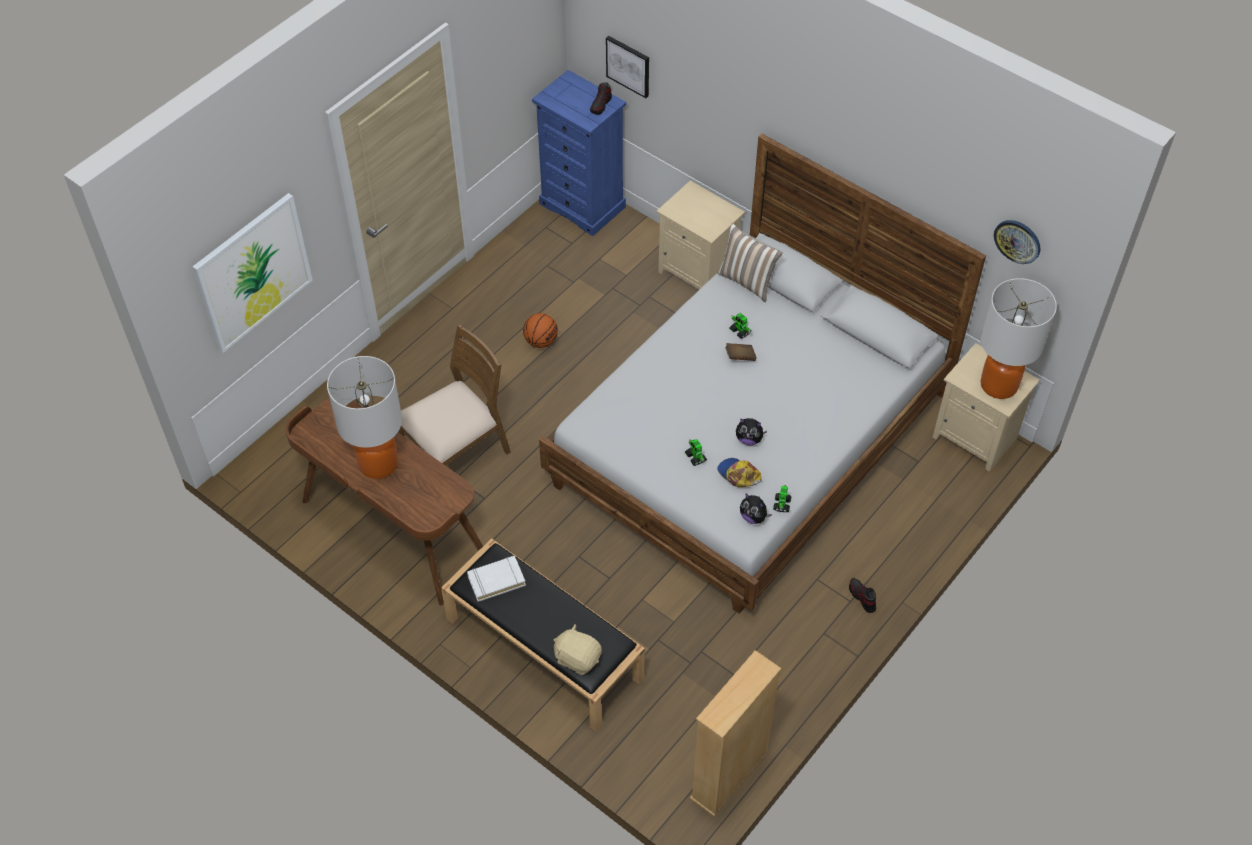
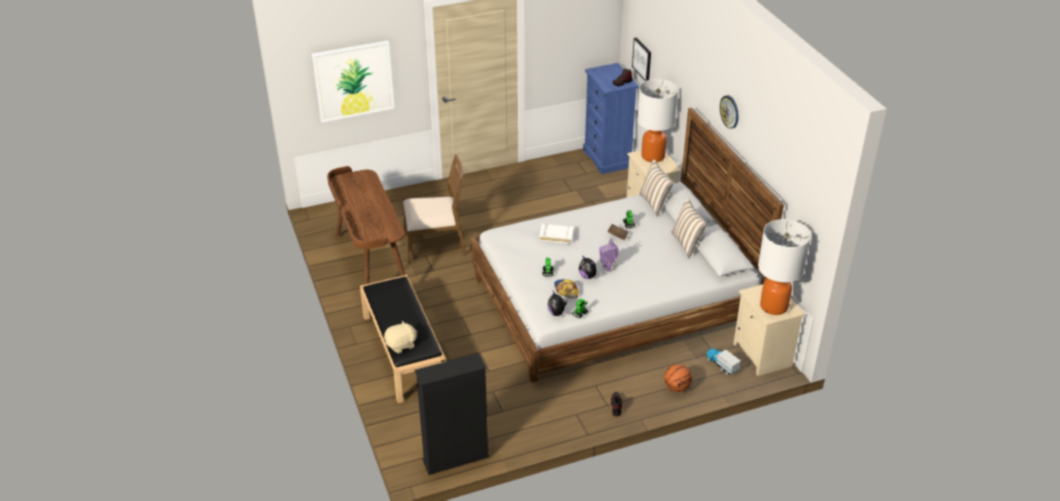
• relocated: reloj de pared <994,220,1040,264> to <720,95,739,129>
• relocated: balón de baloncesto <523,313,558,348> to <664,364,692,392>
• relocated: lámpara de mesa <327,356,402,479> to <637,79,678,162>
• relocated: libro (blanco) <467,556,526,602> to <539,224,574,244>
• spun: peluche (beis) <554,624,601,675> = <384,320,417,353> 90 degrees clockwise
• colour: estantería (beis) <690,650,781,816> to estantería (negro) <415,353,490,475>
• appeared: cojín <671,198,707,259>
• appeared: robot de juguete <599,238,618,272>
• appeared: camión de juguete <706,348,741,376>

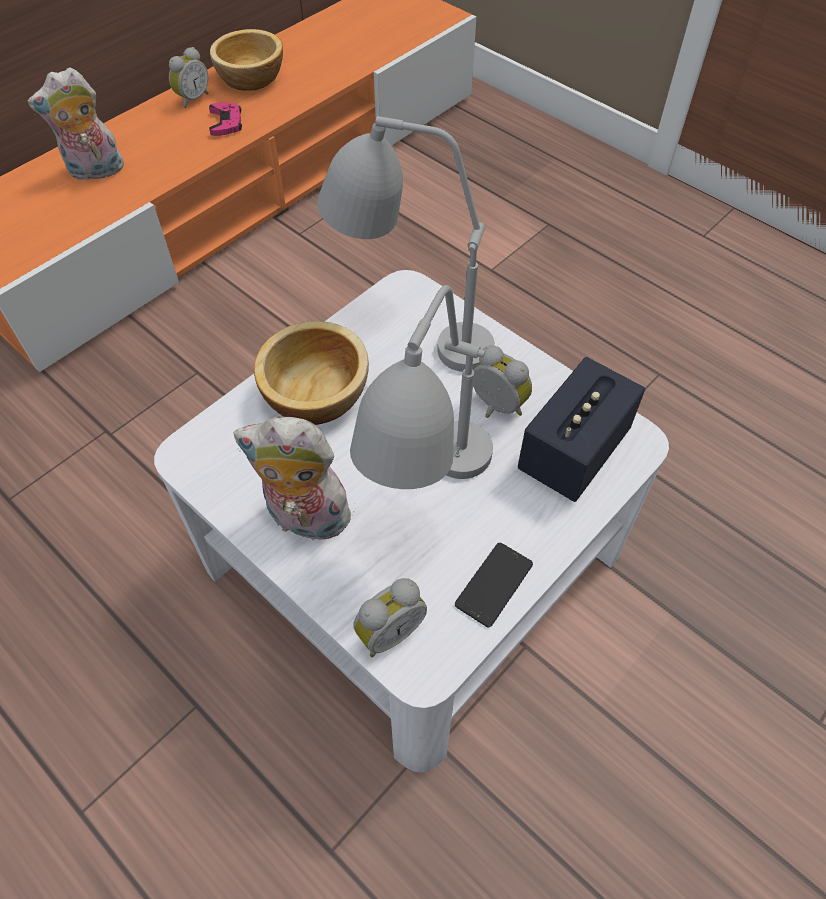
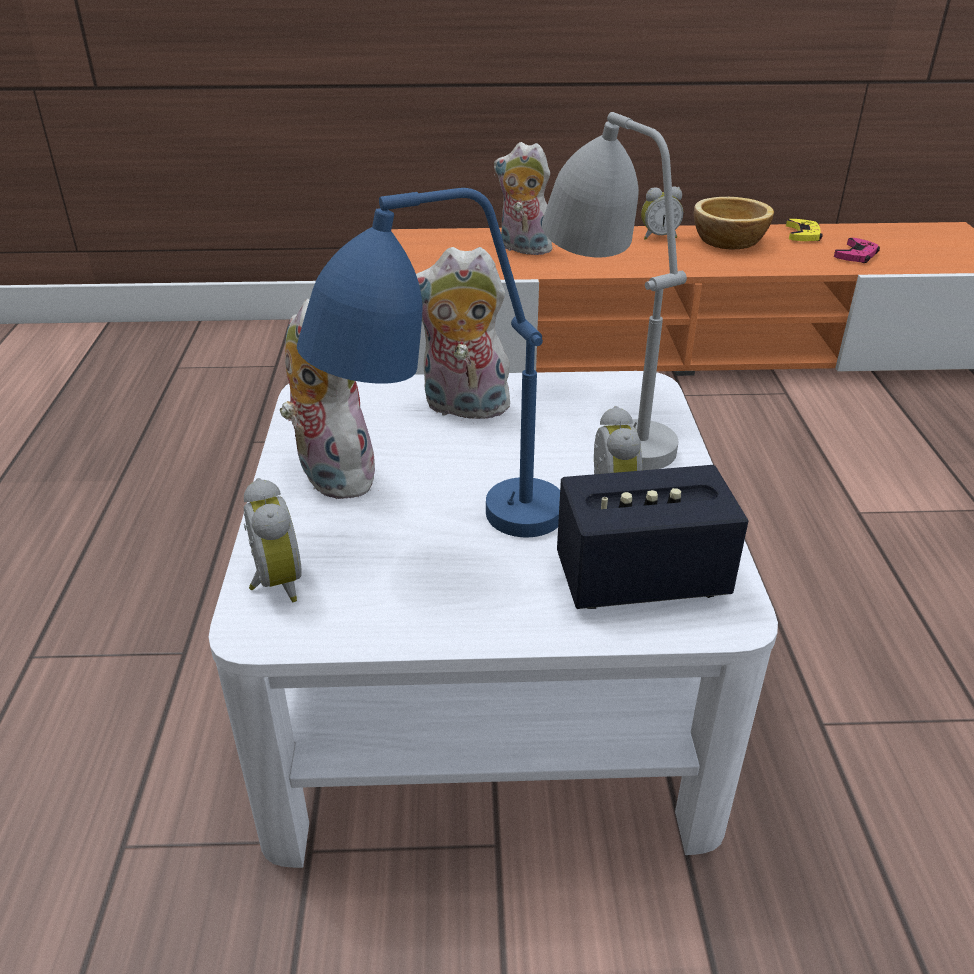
• relocated: mando de consola (rosa) <209,102,242,136> to <834,238,880,263>
• colour: lámpara de mesa (gris) <350,285,493,489> to lámpara de mesa (azul) <297,188,560,537>
• exchanged: cuenco <254,321,369,425> to peluche <416,247,513,419>
• missing: móvil <455,543,533,627>
• spun: despertador <353,578,427,657> = <244,478,302,602> 120 degrees counterclockwise
• appeared: mando de consola (amarillo) <786,219,823,241>

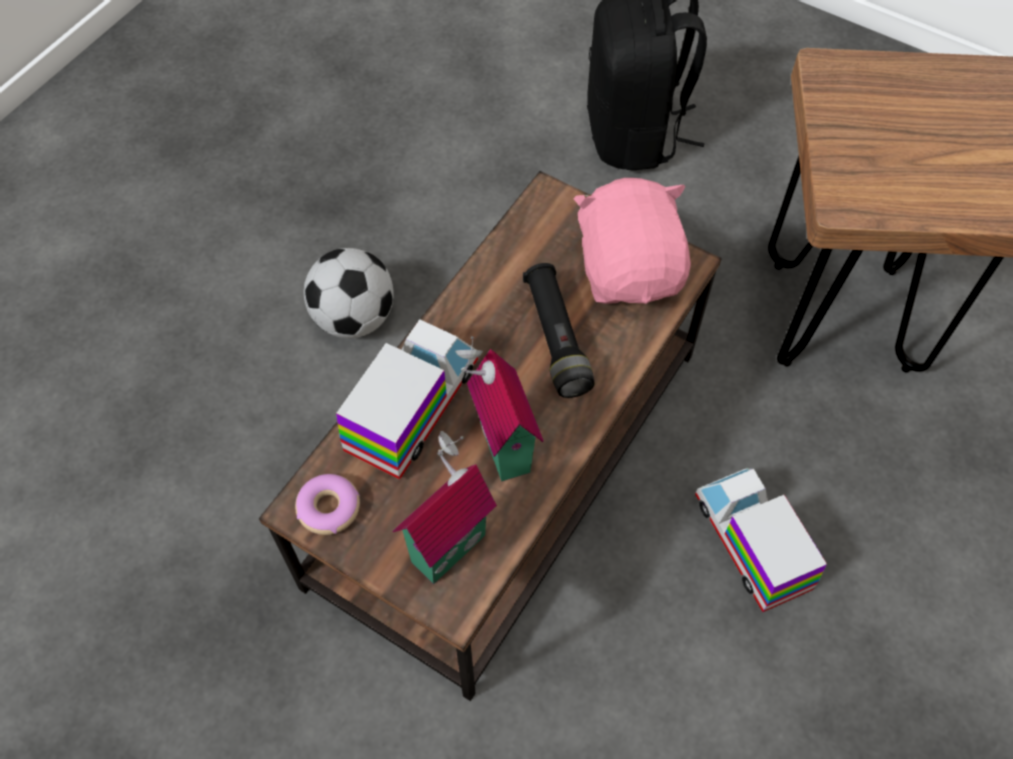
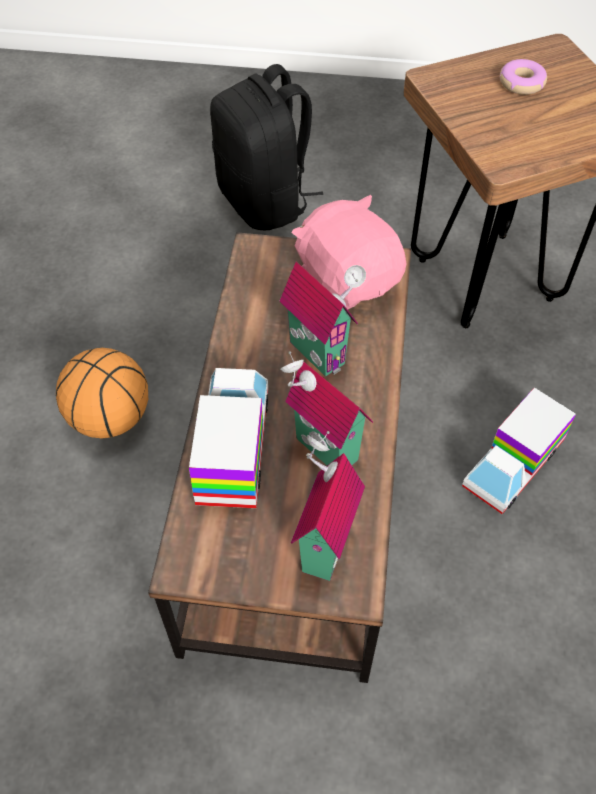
• exchanged: balón de fútbol <304,248,394,338> to balón de baloncesto <56,348,148,438>
• exchanged: linterna (negro) <523,263,594,398> to casita <280,262,366,377>
• spun: camión de juguete <695,468,827,612> = <462,388,576,514> 90 degrees counterclockwise
• relocated: rosquilla <295,474,360,535> to <500,59,547,95>

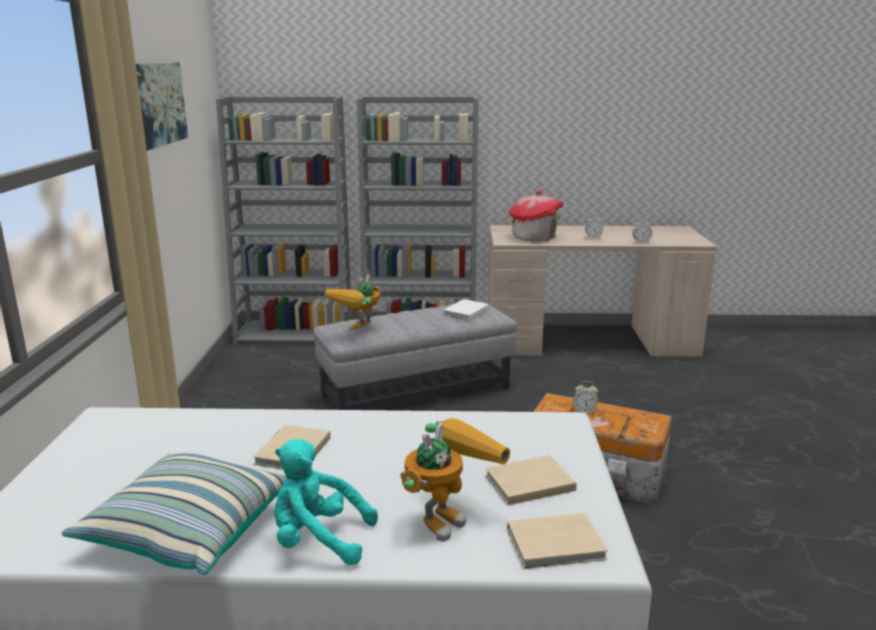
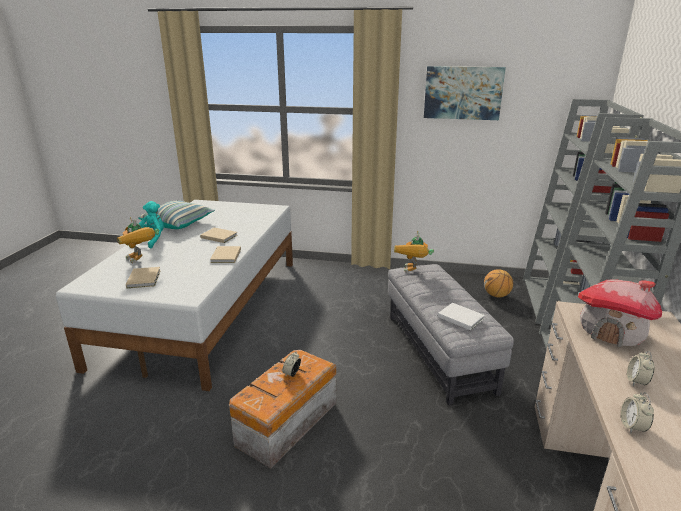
• spun: robot de juguete <325,275,381,331> = <394,231,434,273> 120 degrees counterclockwise
• relocated: libro (beis) <507,513,608,569> to <210,246,241,263>
• appeared: balón de baloncesto <484,269,513,297>

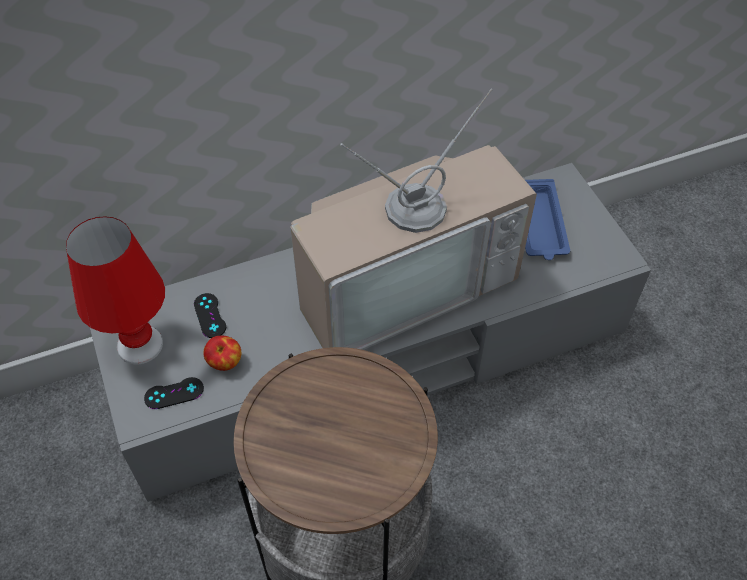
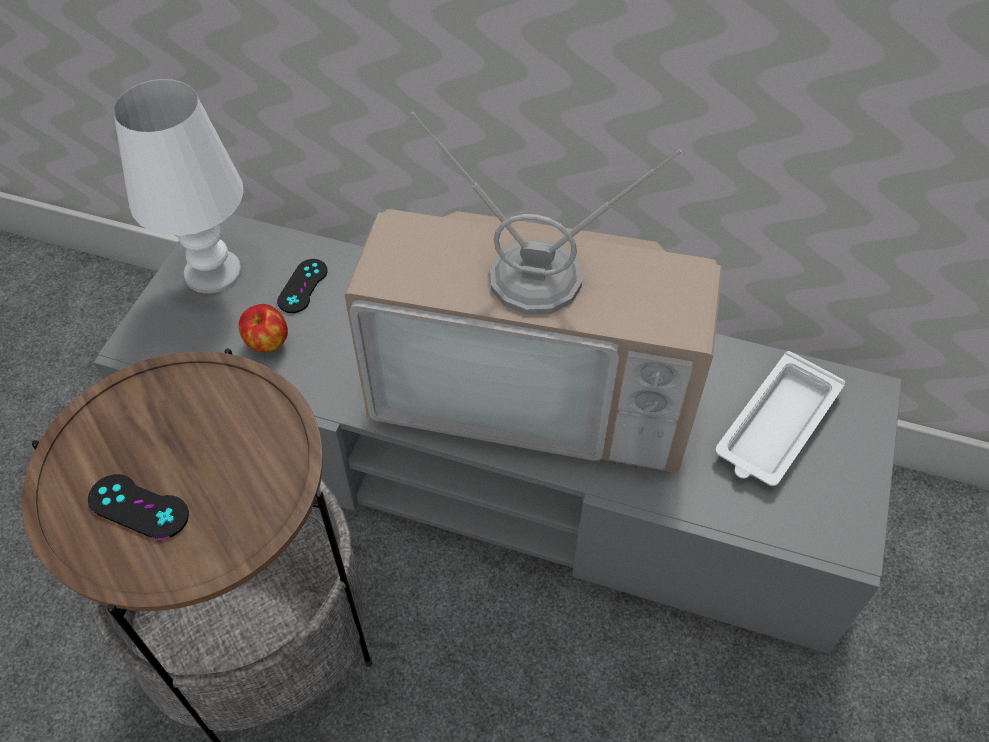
• colour: bandeja (azul) <525,179,570,260> to bandeja (blanco) <715,351,845,486>
• colour: lámpara de mesa (rojo) <66,216,165,364> to lámpara de mesa (blanco) <114,79,243,293>
• relocated: mando de consola (negro) <144,377,204,409> to <88,474,189,540>

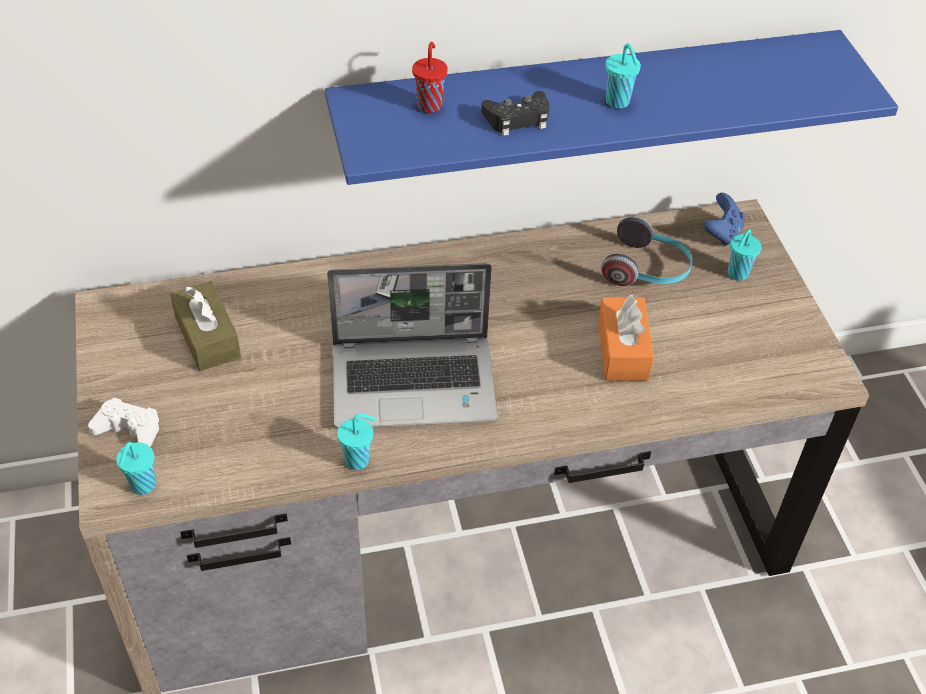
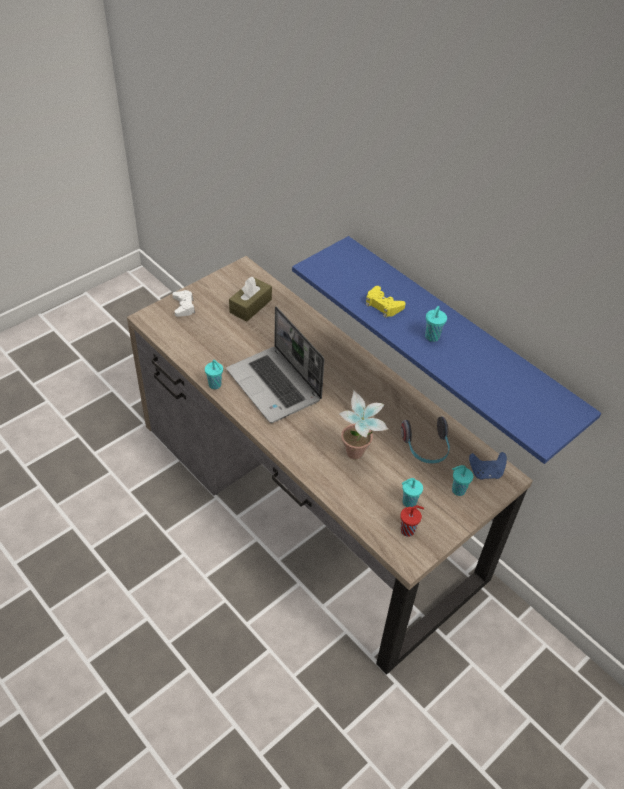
• relocated: taza (rojo) <412,42,448,113> to <400,505,424,537>
• colour: mando de consola (negro) <481,91,550,136> to mando de consola (amarillo) <366,286,406,318>
• exchanged: caja de pañuelos (naranja) <598,295,654,381> to planta en maceta <339,391,388,460>
• relocated: taza (turquesa) <116,442,156,495> to <402,478,423,507>

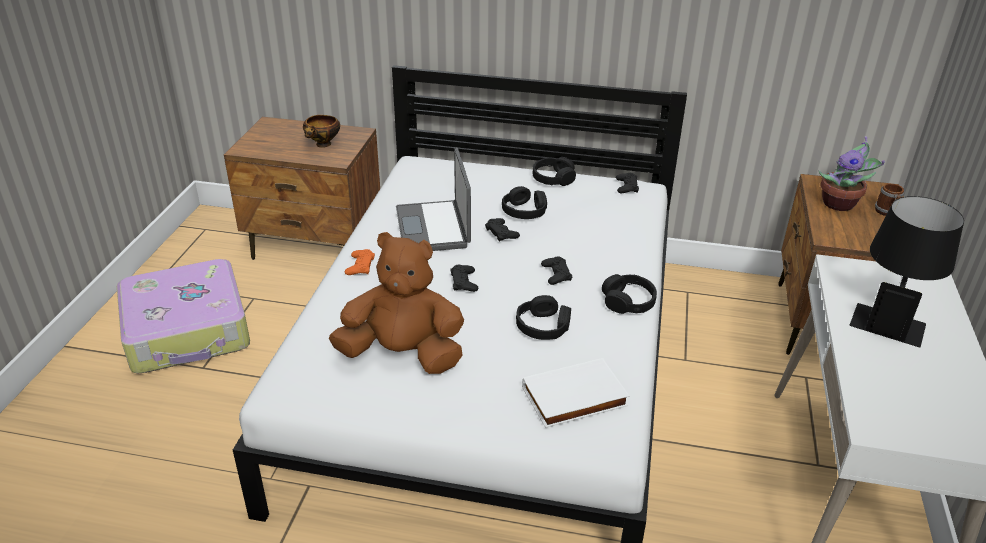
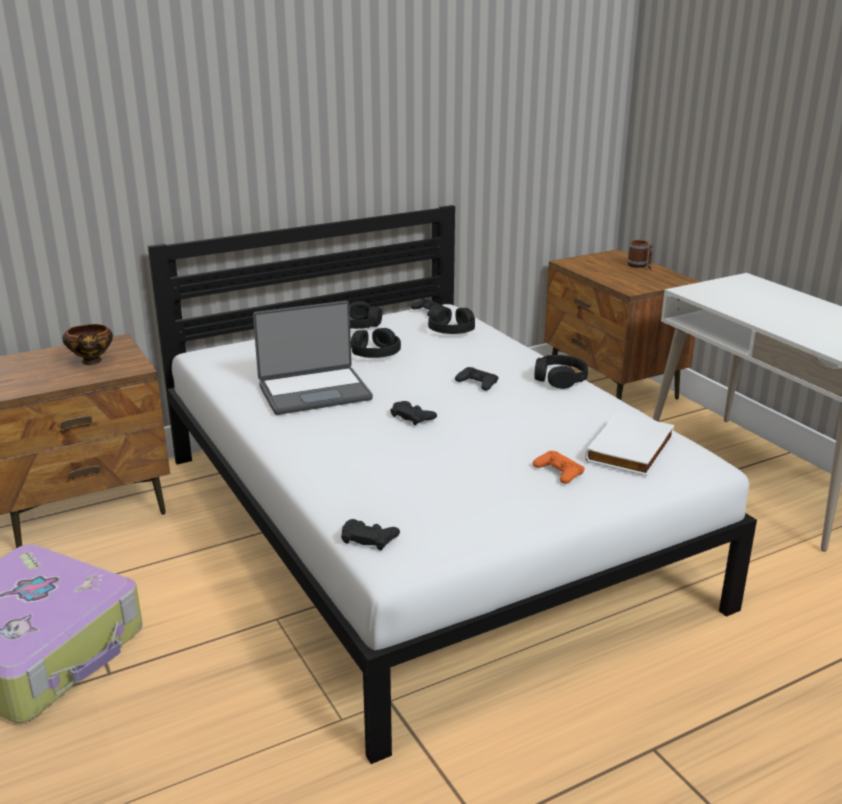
• missing: planta en maceta <819,136,885,211>
• spun: portátil <396,147,471,251> = <253,301,373,415> 60 degrees counterclockwise
• missing: lámpara de mesa (negro) <850,196,964,347>
• relocated: mando de consola (negro) <485,218,520,242> to <341,519,400,550>
• missing: peluche (marrón) <329,232,464,374>
• relocated: mando de consola (naranja) <345,249,375,275> to <533,451,585,484>
• relocated: auriculares (negro) <516,295,571,340> to <428,307,475,334>

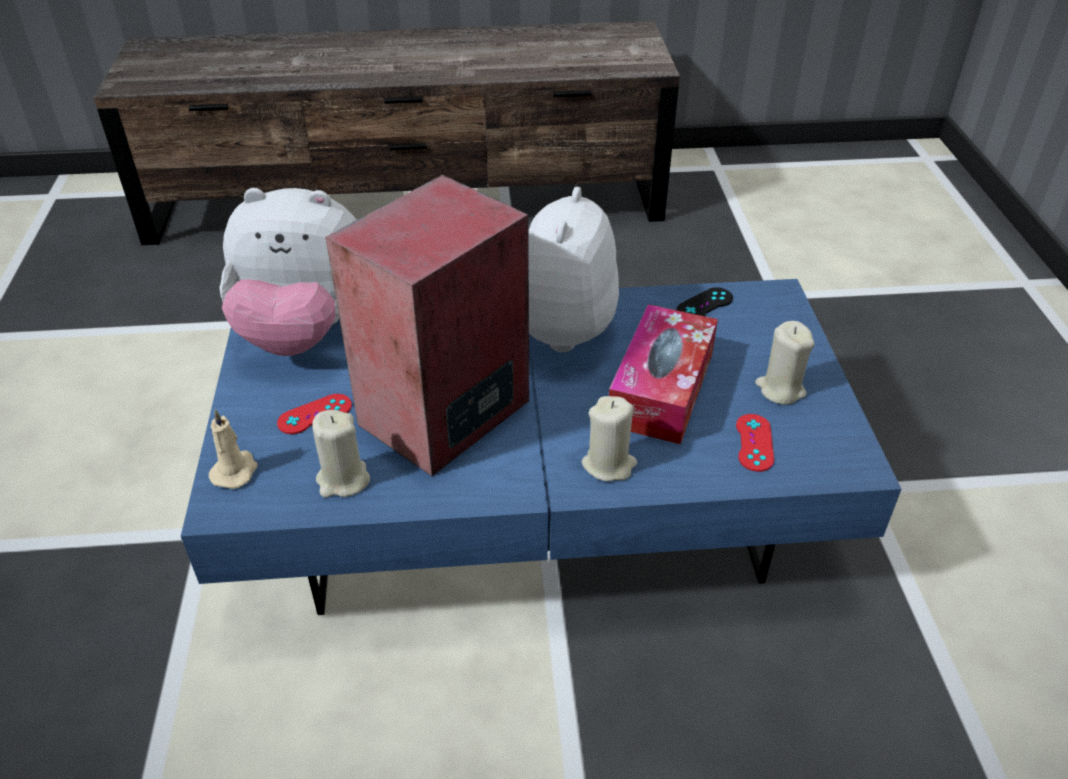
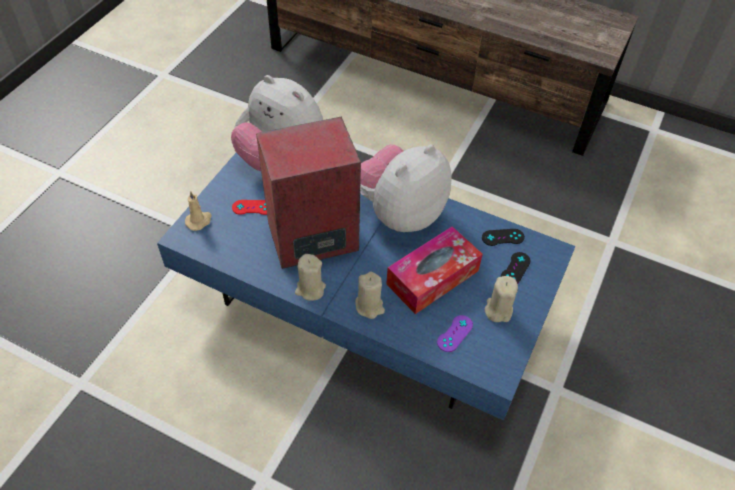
• relocated: vela (beis) <312,410,370,498> to <295,254,326,301>
• colour: mando de consola (rojo) <736,414,774,472> to mando de consola (morado) <437,315,473,352>
• appeared: mando de consola (negro) <501,252,531,284>

